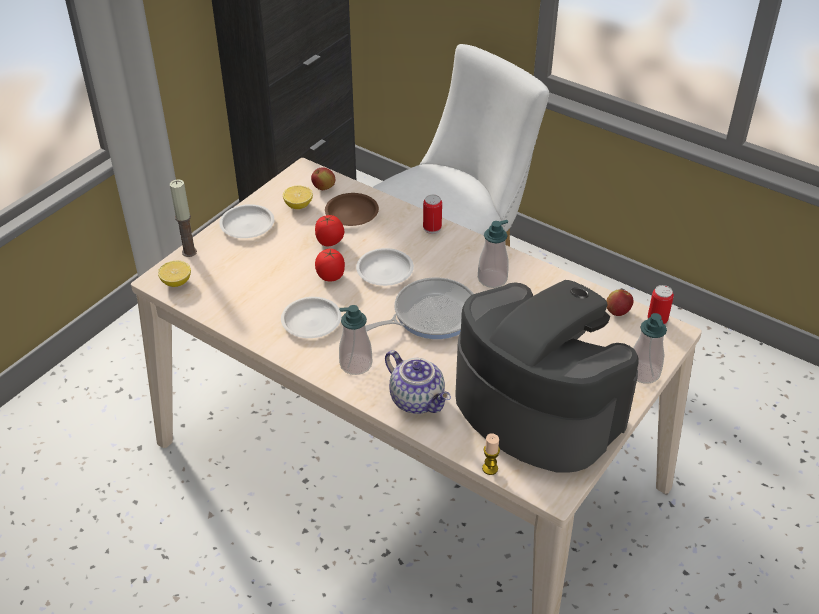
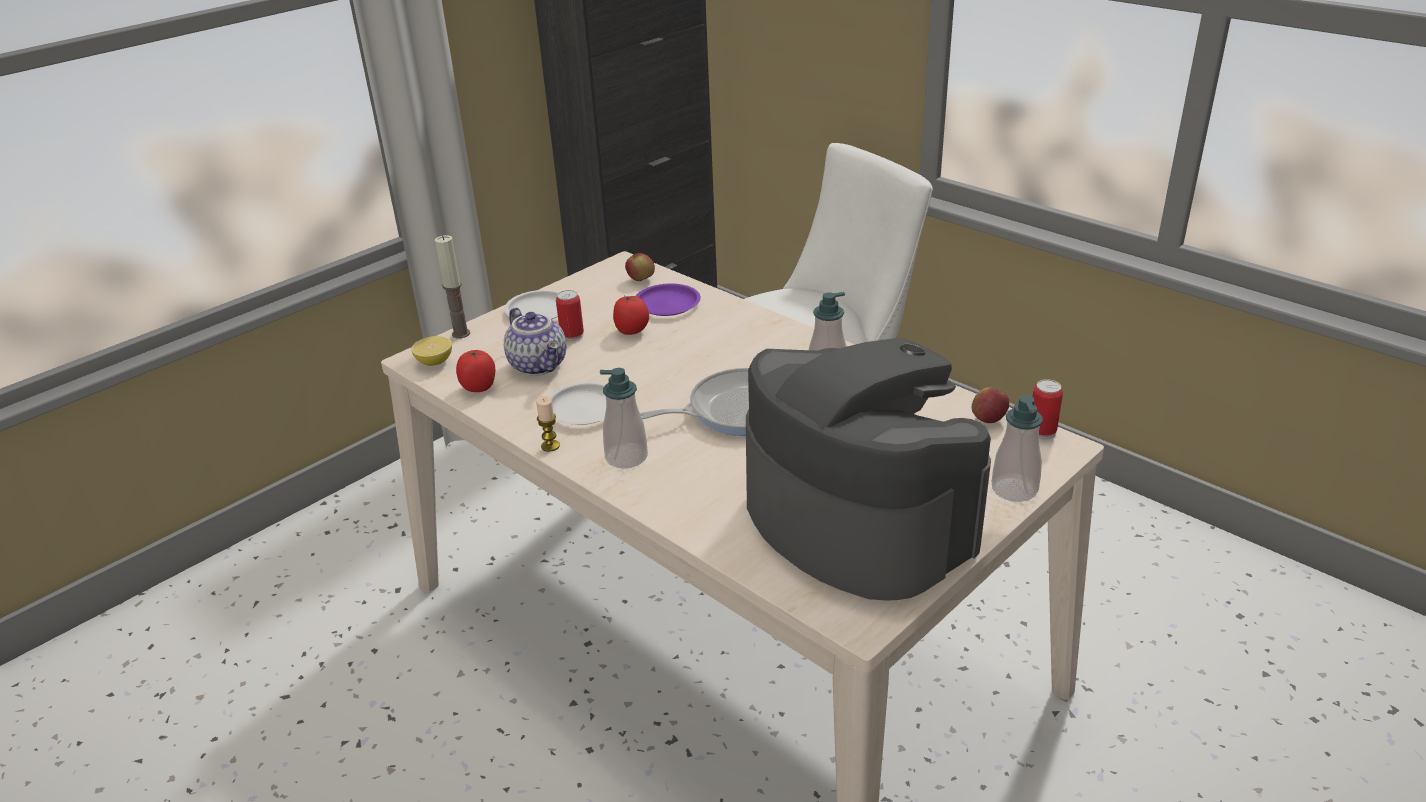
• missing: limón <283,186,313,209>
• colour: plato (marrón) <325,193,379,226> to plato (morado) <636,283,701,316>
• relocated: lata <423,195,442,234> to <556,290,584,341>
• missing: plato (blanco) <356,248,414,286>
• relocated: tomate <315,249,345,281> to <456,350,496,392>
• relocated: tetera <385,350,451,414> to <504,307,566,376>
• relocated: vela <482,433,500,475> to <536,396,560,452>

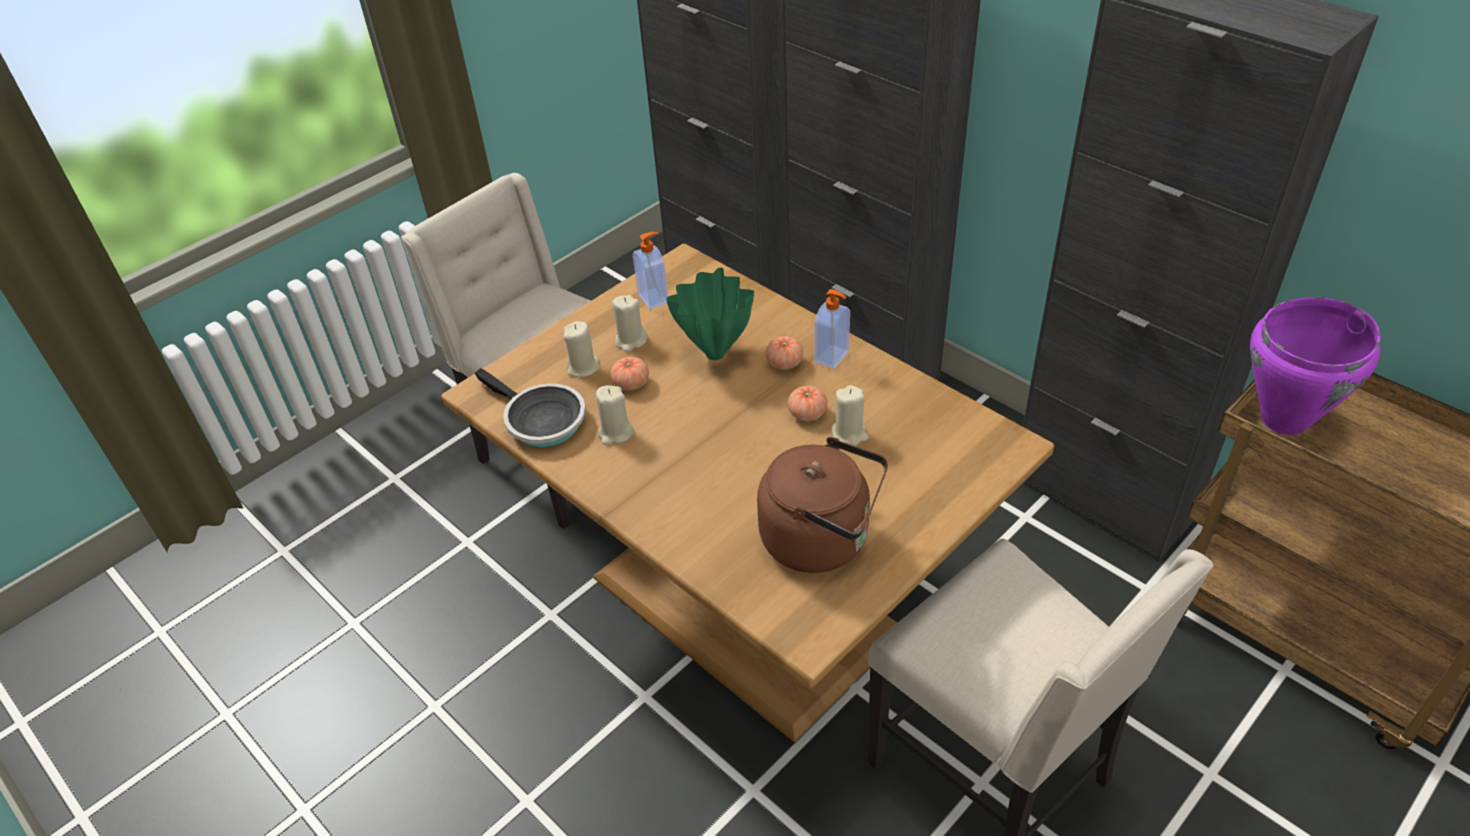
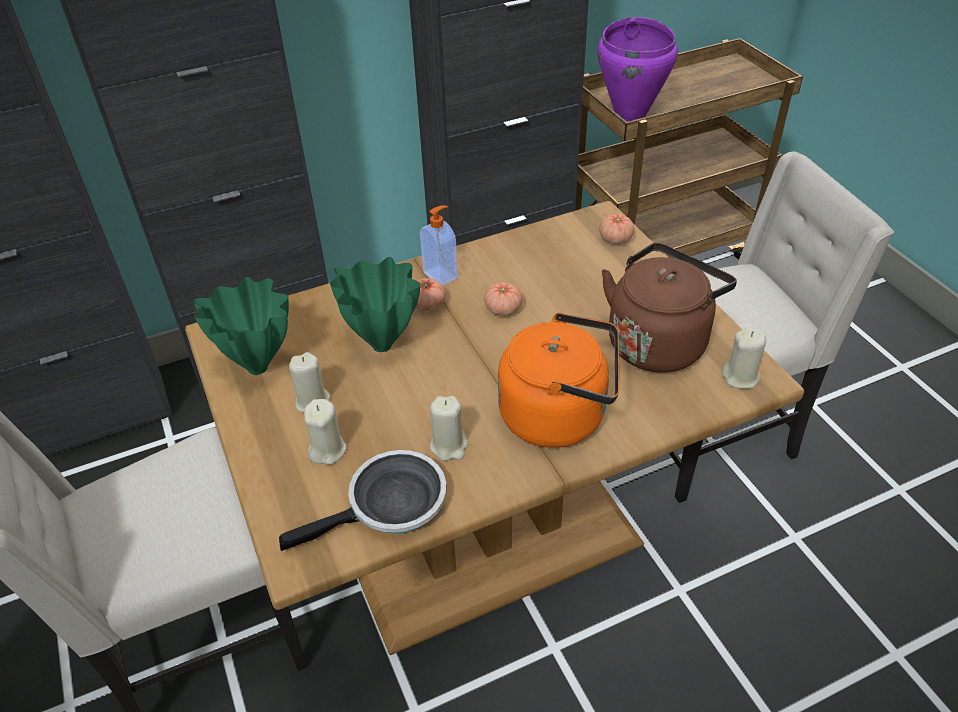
• exchanged: dispensador de jabón <633,232,668,310> to florero (verde) <193,277,289,375>
• relocated: tomate <611,357,649,390> to <599,214,634,244>
• relocated: vela (beis) <832,385,869,446> to <722,327,766,389>
• appeared: hervidor (naranja) <498,313,619,448>

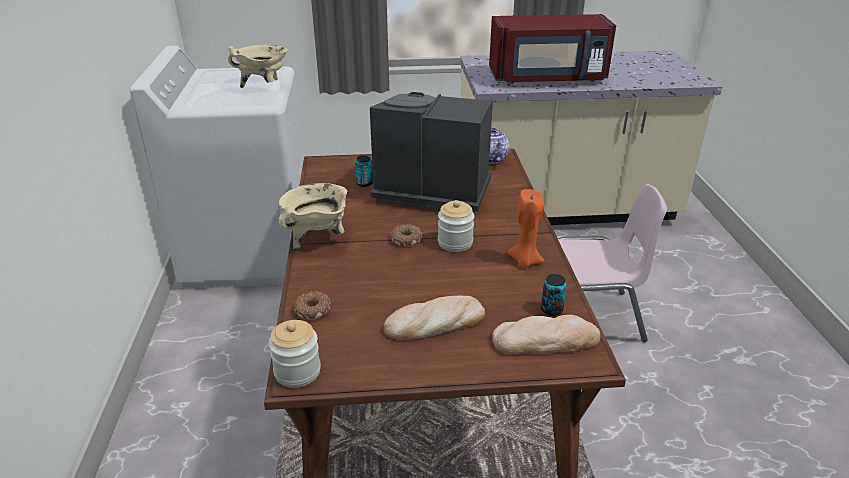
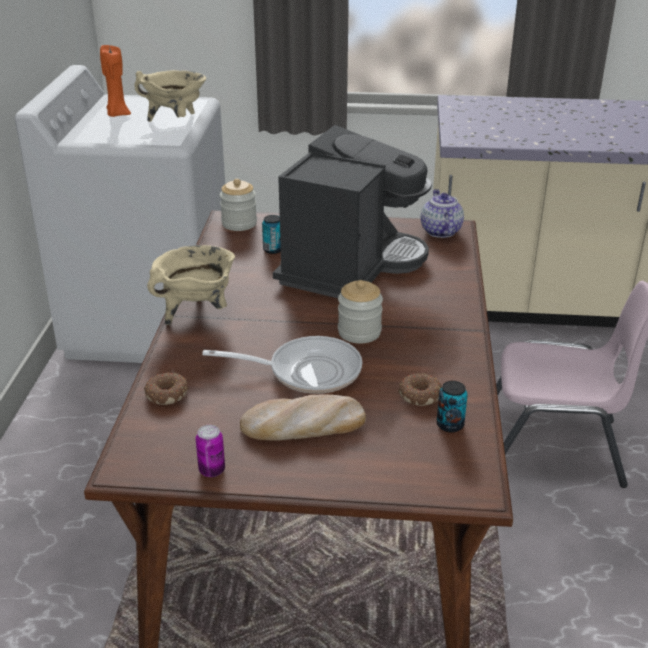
• missing: microondas (rojo) <489,14,616,83>
• spun: cafetera <370,92,493,215> = <273,125,432,298> 90 degrees clockwise
• relocated: vela (naranja) <508,189,544,268> to <100,45,131,117>
• relocated: rosquilla <390,224,422,246> to <398,373,442,406>
• missing: pan <492,315,600,355>
• relocated: tarro <269,320,321,388> to <220,179,257,231>
• appeared: sartén <202,336,362,394>
• appeared: lata <196,425,225,477>

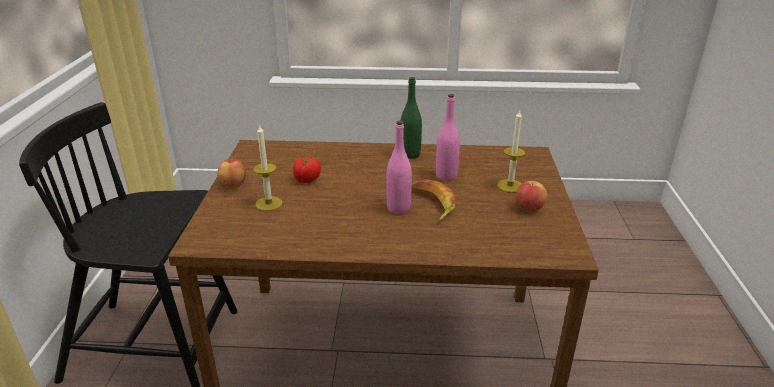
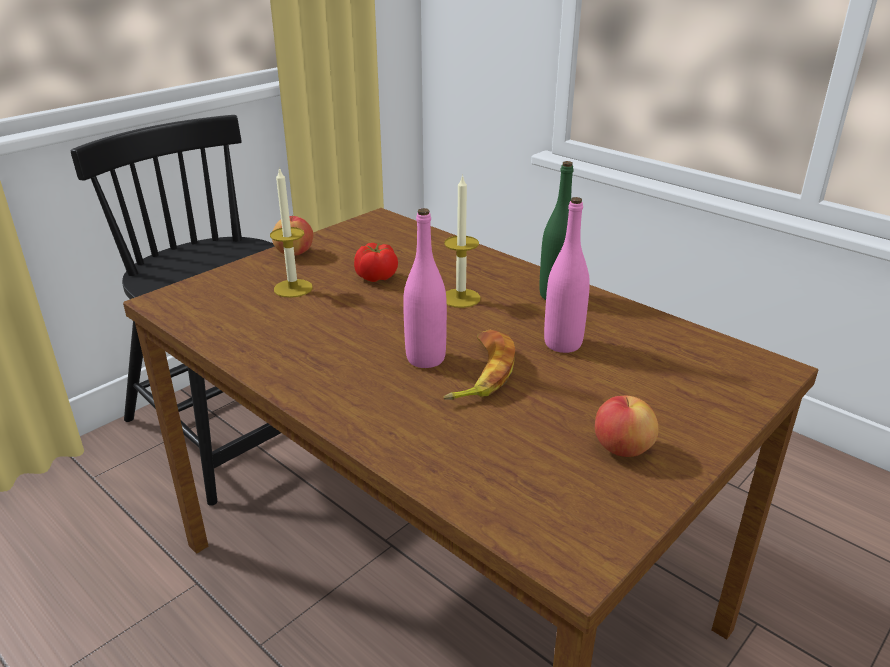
• relocated: vela <498,110,526,193> to <444,174,481,308>

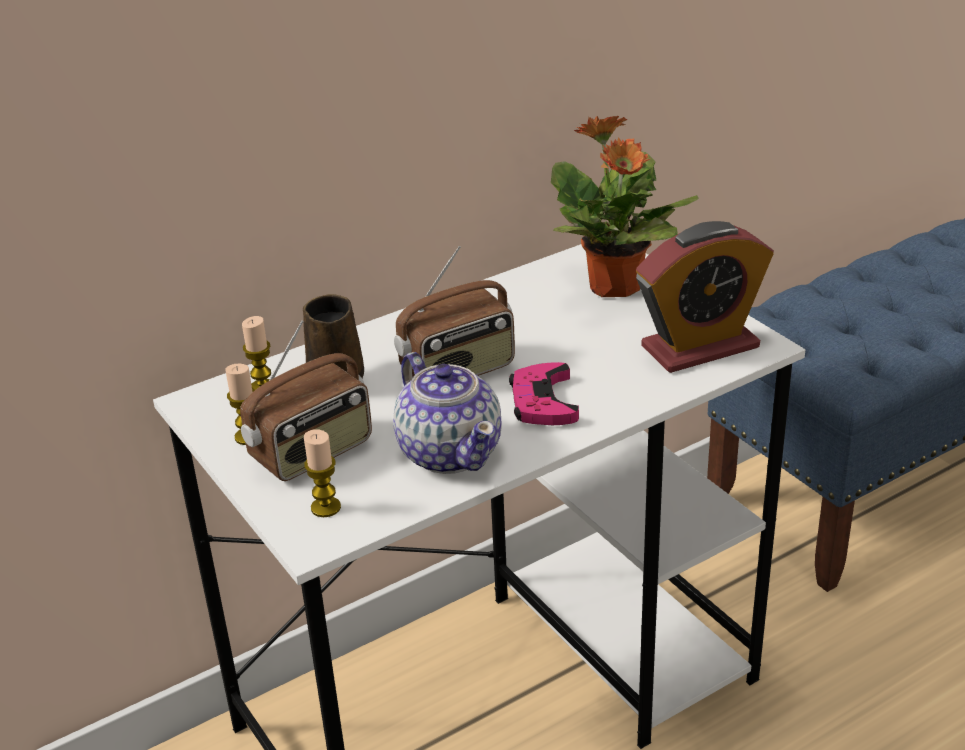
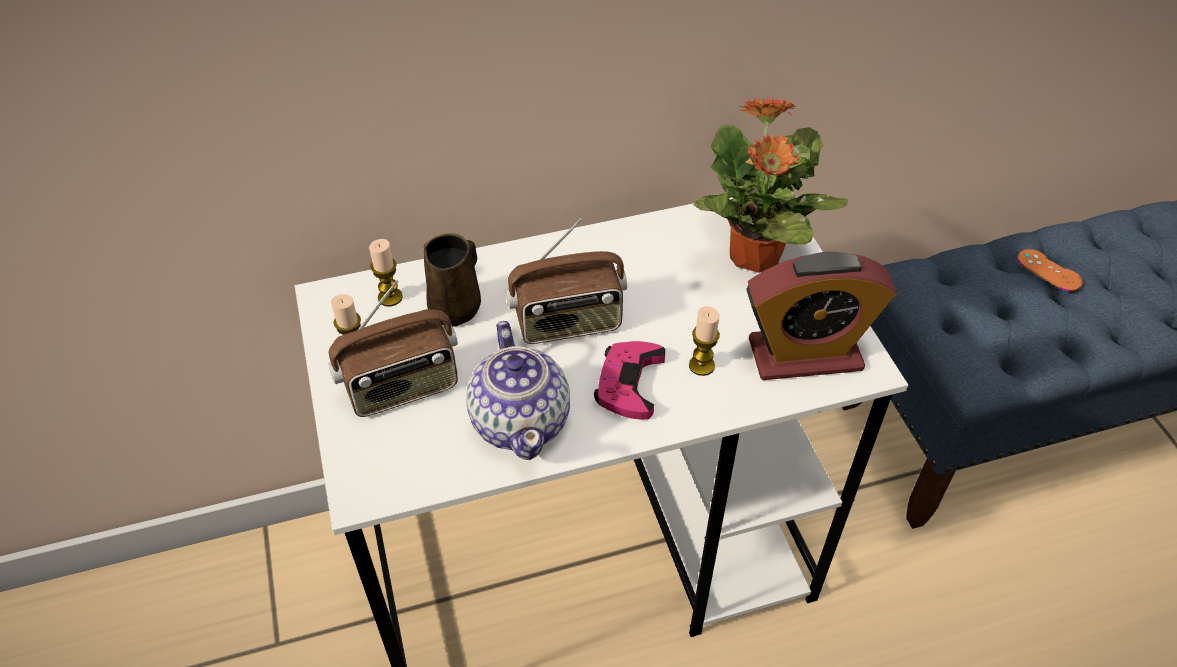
• relocated: vela <304,429,341,517> to <689,306,720,376>
• appeared: mando de consola (naranja) <1018,249,1083,291>

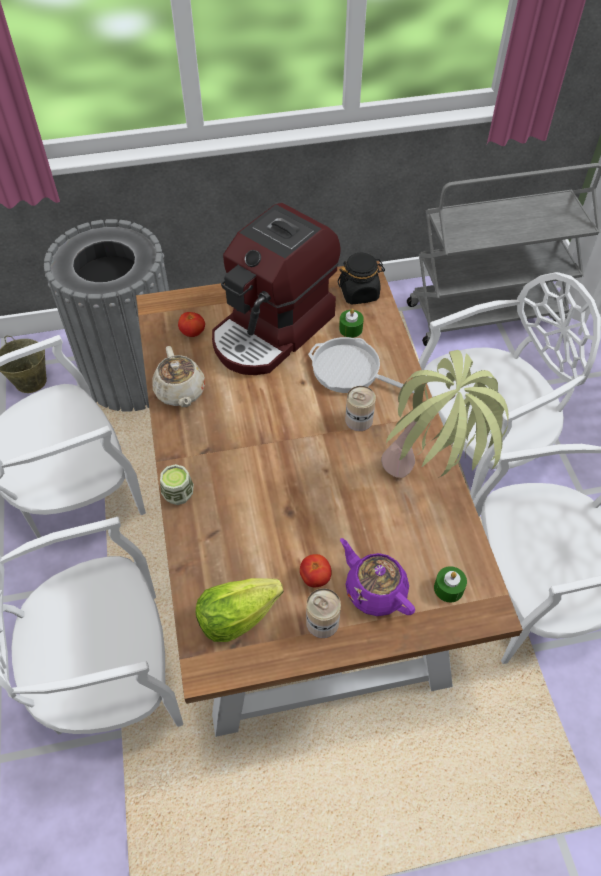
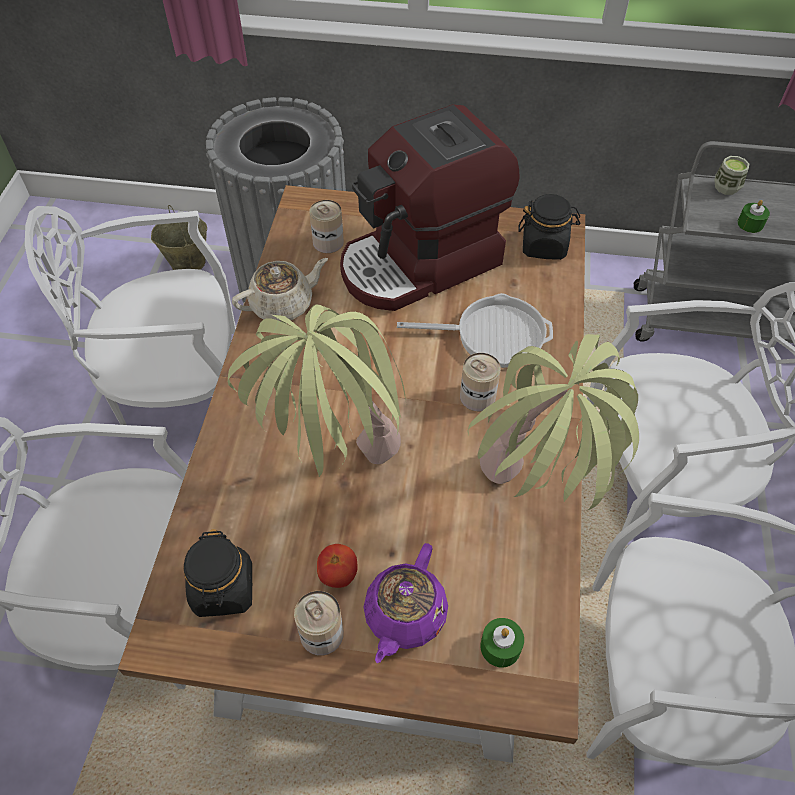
• relocated: vela (verde) <339,309,364,338> to <737,200,770,233>
• exchanged: tomate <178,312,205,337> to lata <309,200,344,253>
• spun: sartén <308,337,414,393> = <397,293,553,368> 135 degrees clockwise
• spun: tetera (beis) <152,346,205,407> = <232,258,328,322> 120 degrees counterclockwise
• relocated: taza <160,464,194,505> to <714,156,749,195>
• spun: tetera (morado) <340,538,415,616> = <364,543,448,663> 135 degrees counterclockwise
• exchanged: lechuga <196,578,284,642> to tarro (negro) <183,529,252,617>
• appeared: planta en maceta <228,305,407,477>

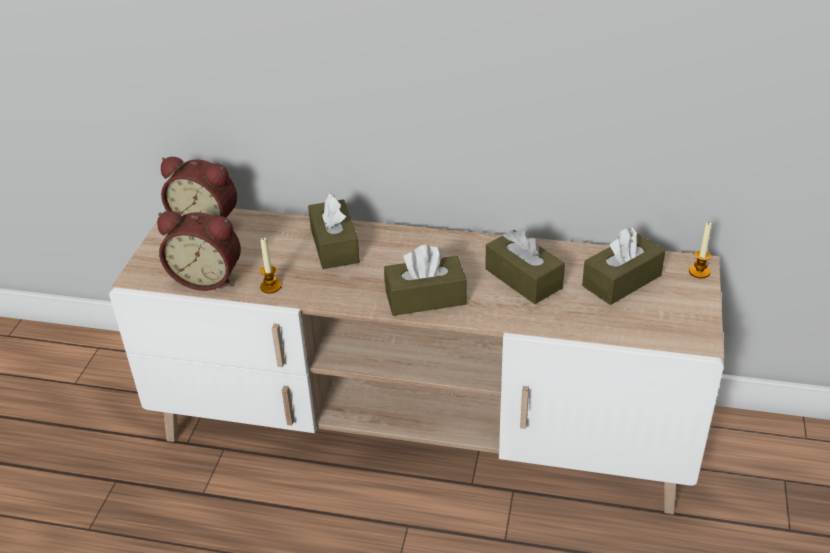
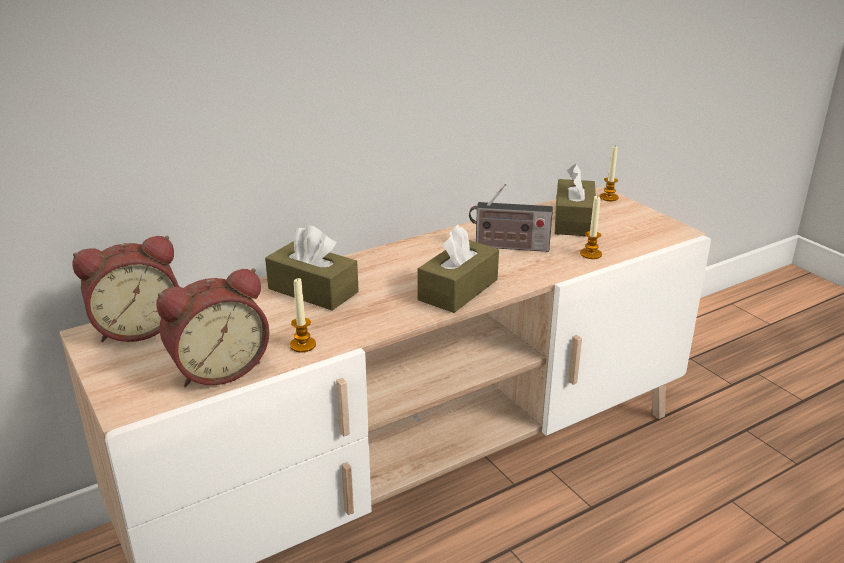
• exchanged: caja de pañuelos (marrón) <485,228,565,304> to radio <469,183,553,252>
• appeared: vela <580,195,602,259>

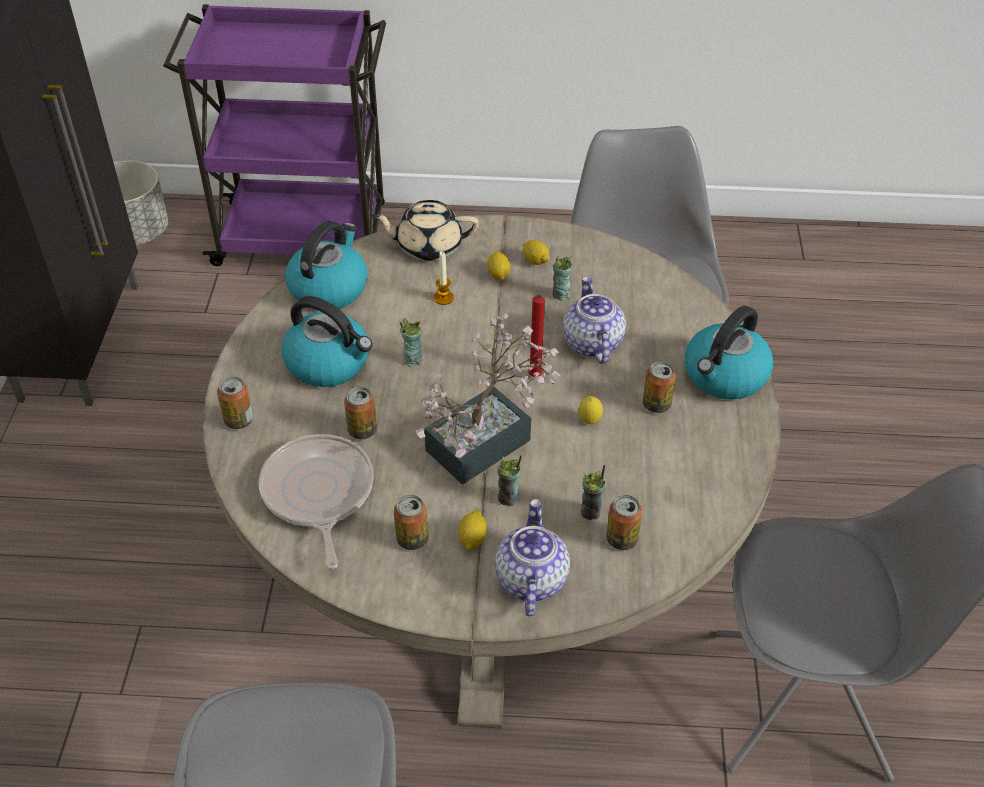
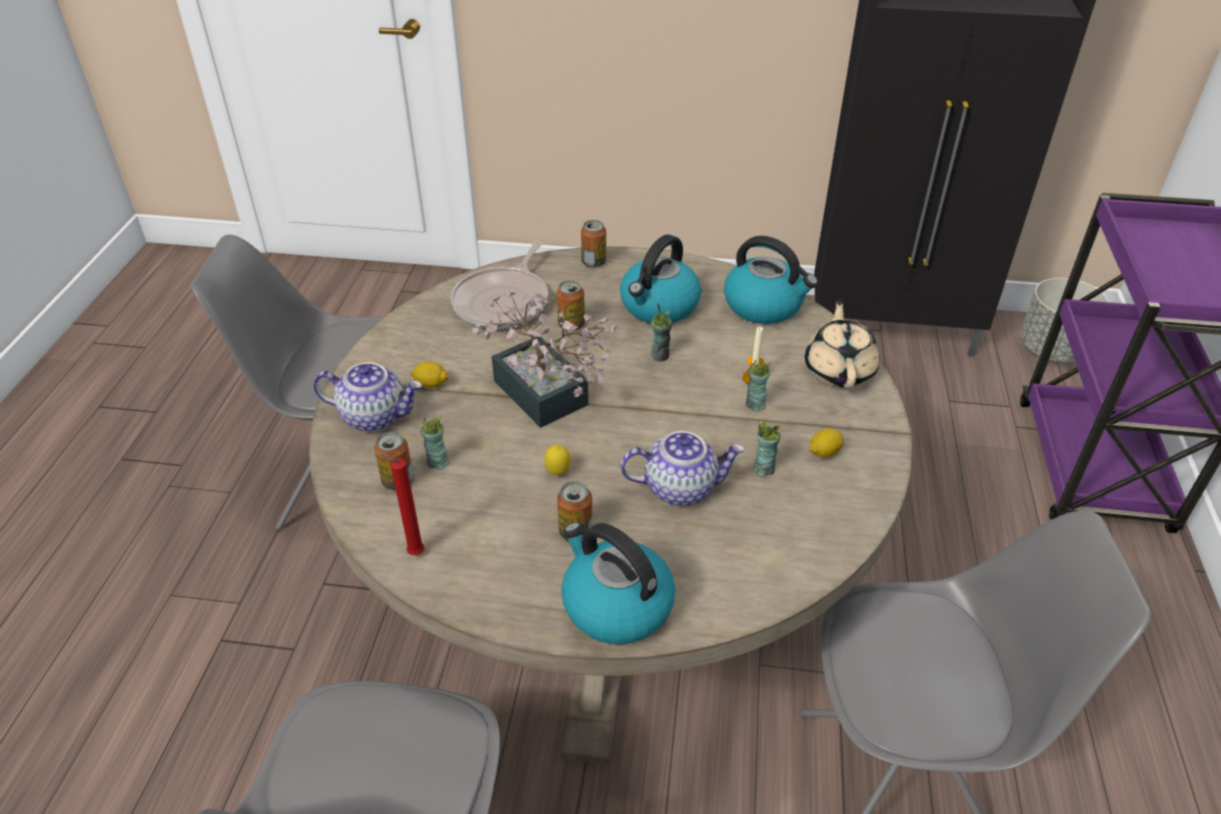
• missing: limón <487,251,510,281>
• relocated: vela (rojo) <528,295,545,377> to <379,454,424,555>
• spun: sartén <259,434,374,569> = <451,241,548,329> 120 degrees clockwise
• relocated: taza <498,455,522,506> to <746,360,771,412>
• missing: lata <394,495,428,550>

